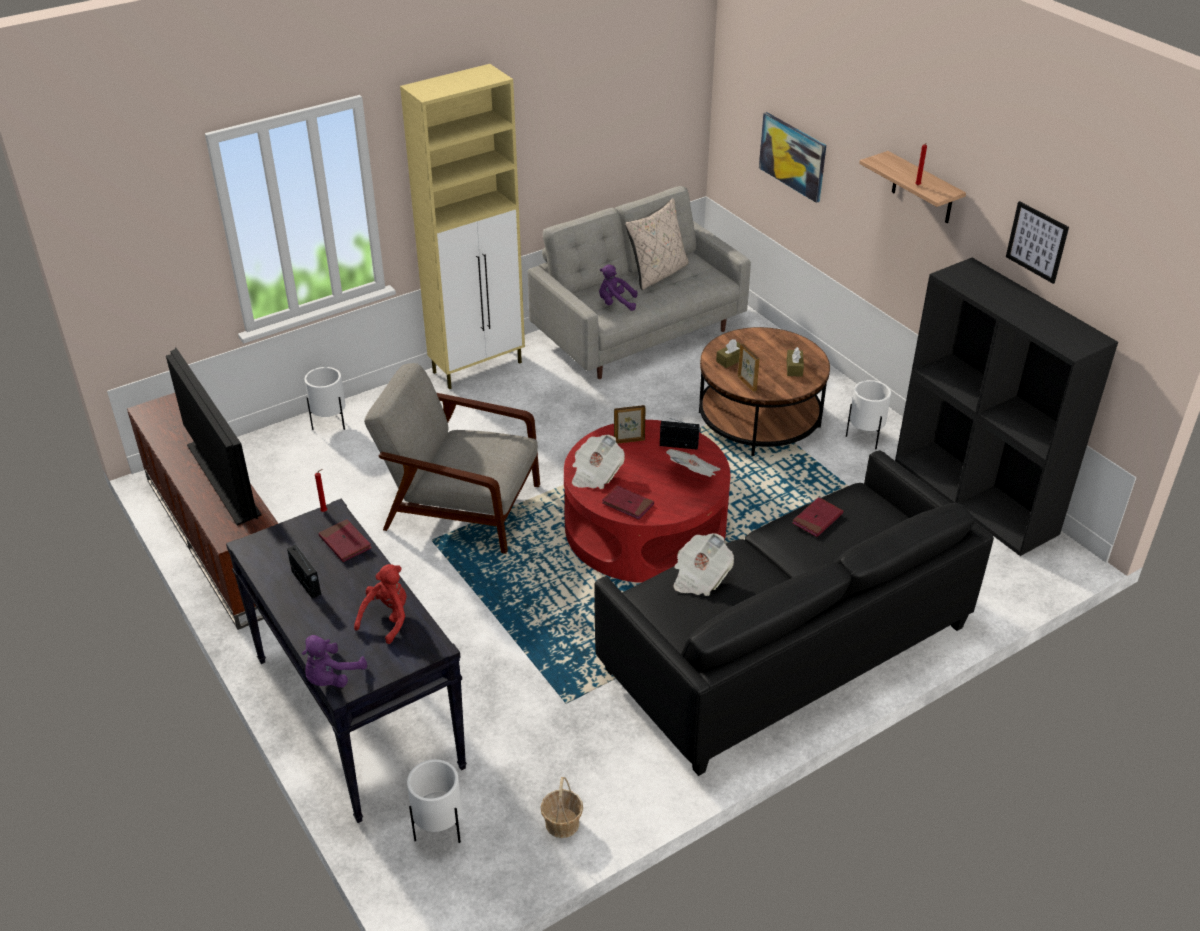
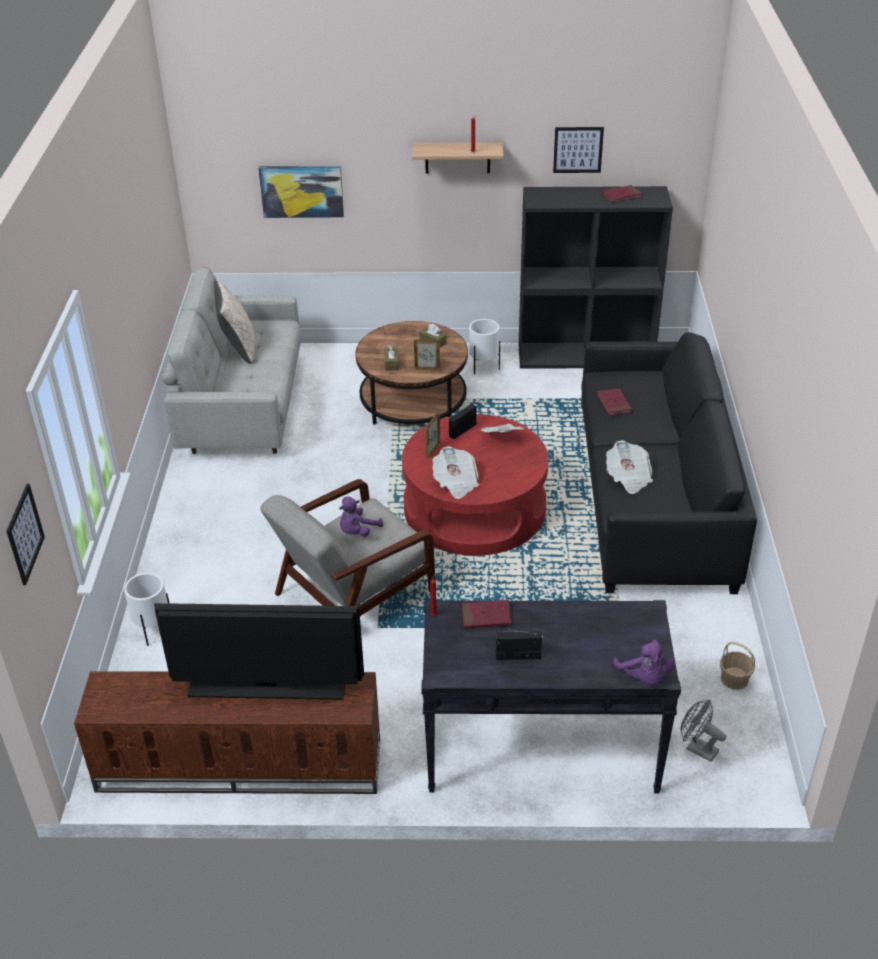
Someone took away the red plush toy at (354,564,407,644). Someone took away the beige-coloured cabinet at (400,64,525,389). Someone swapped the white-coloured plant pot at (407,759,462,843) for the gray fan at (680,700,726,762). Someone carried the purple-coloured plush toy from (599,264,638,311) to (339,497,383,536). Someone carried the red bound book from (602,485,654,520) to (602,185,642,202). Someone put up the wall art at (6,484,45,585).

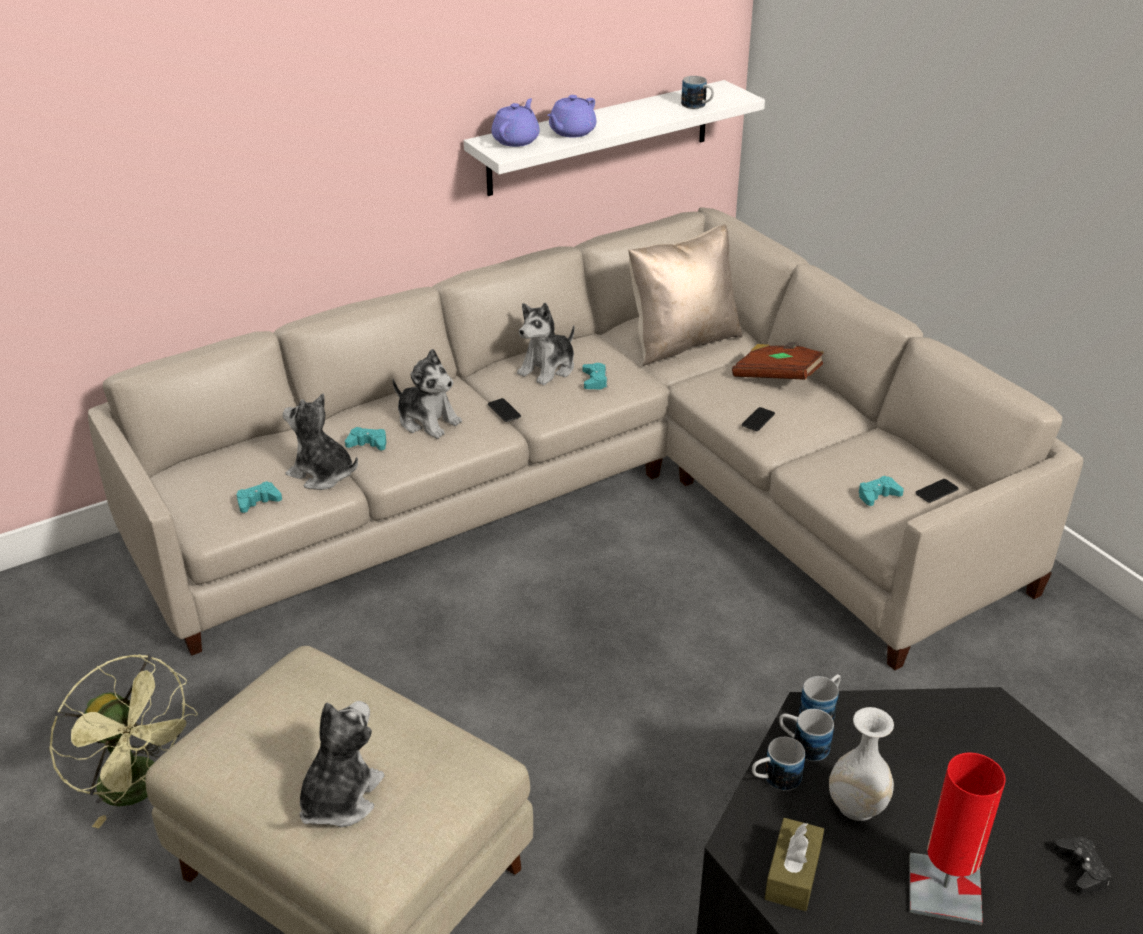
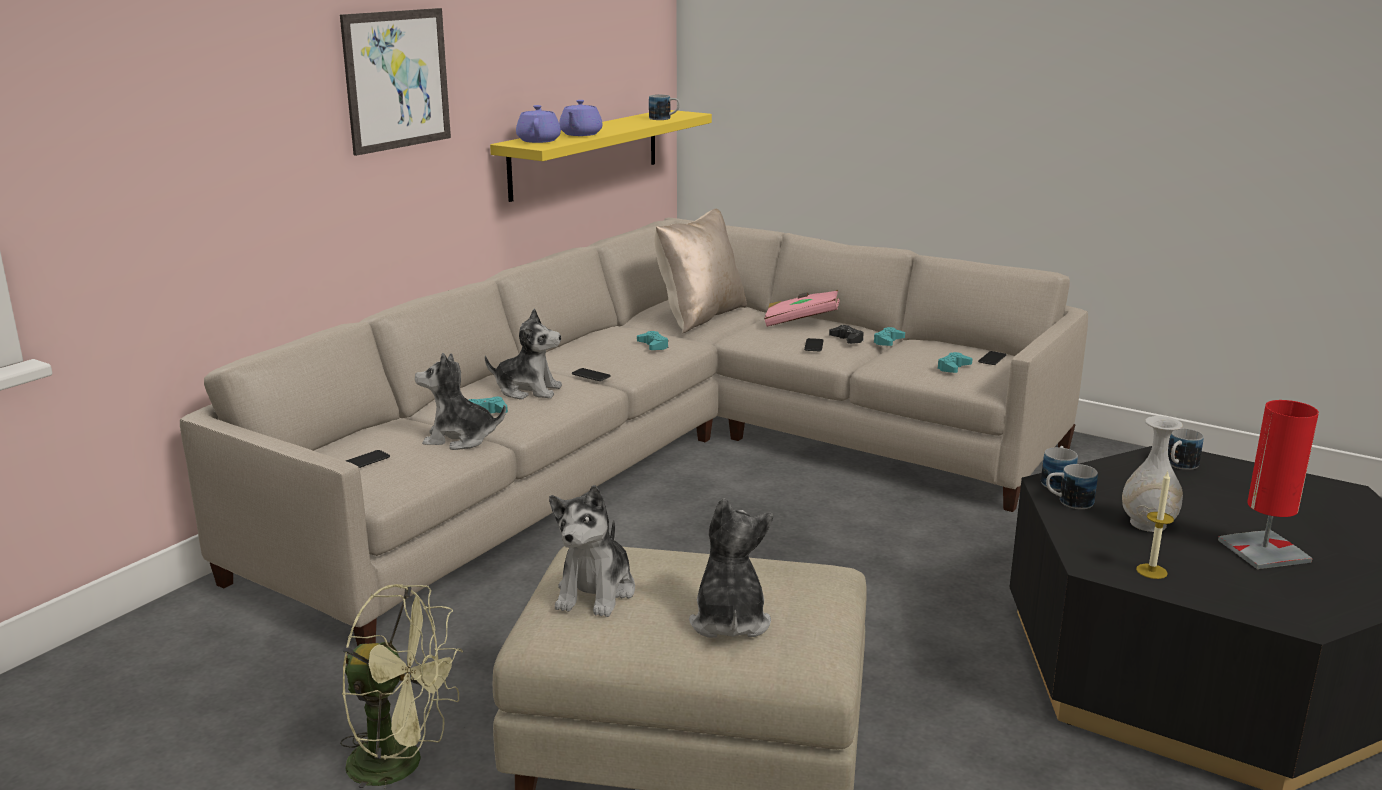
Someone carried the blue-green joypad from (237,481,282,513) to (873,327,905,346). Someone repainted the white-coloured wall shelf at (464,80,765,196), which became the yellow-coloured wall shelf at (490,110,712,202). Someone carried the plush toy from (517,303,575,385) to (549,485,635,617). Someone repainted the brownish bound book at (732,342,824,380), which became the pinkish bound book at (764,290,840,327). Someone carried the mug from (752,737,805,791) to (1168,428,1204,470). Someone swapped the brownish box of tissues at (764,818,824,911) for the wax light at (1136,472,1174,579). Someone carried the blackish joypad from (1054,837,1111,894) to (829,325,864,344). Someone put up the wall art at (340,8,451,156). Someone put down the phone at (346,450,390,468).

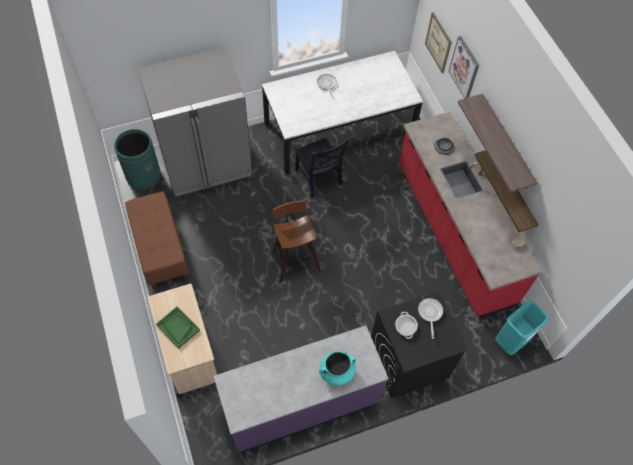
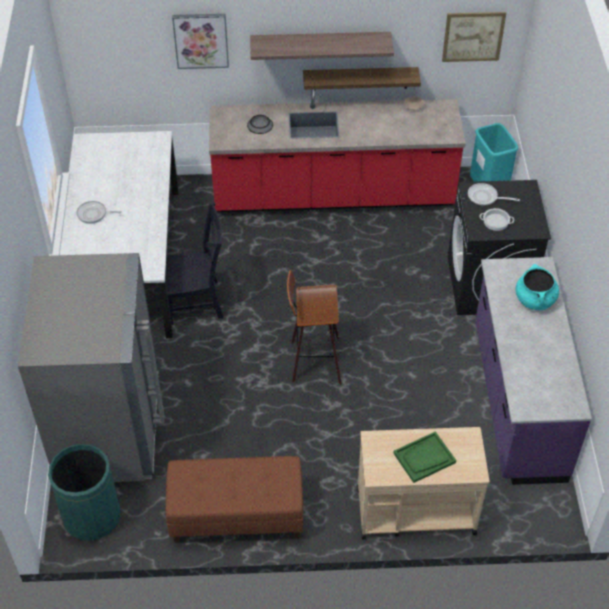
Someone carried the wall art from (425,12,452,74) to (442,12,506,62).

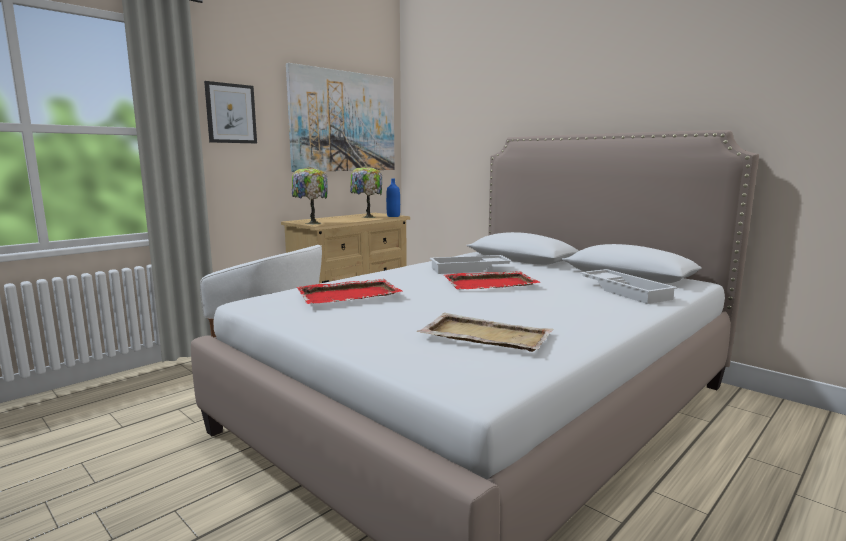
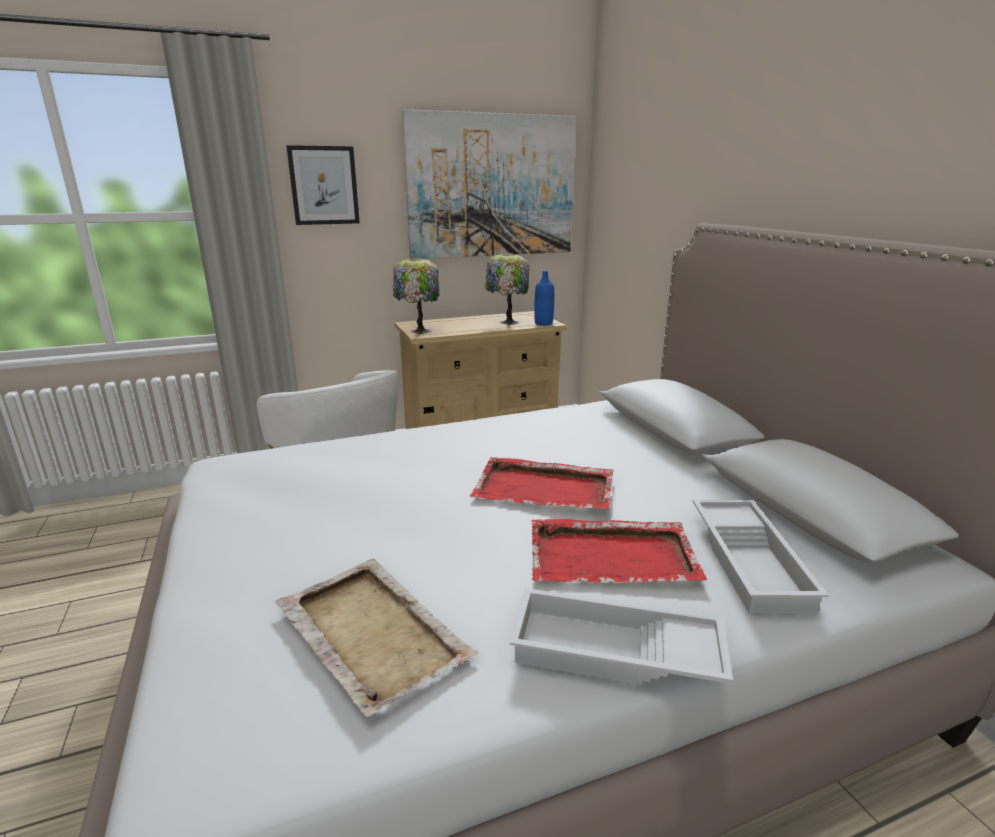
Someone carried the red carrying tray from (297,279,402,304) to (531,519,707,583). Someone carried the white-coloured carrying tray from (430,255,512,274) to (510,588,733,685).

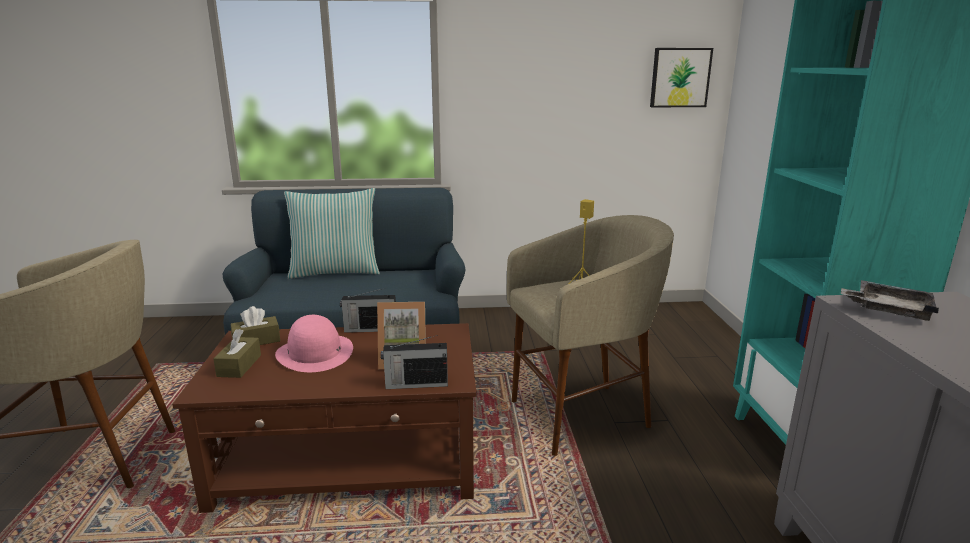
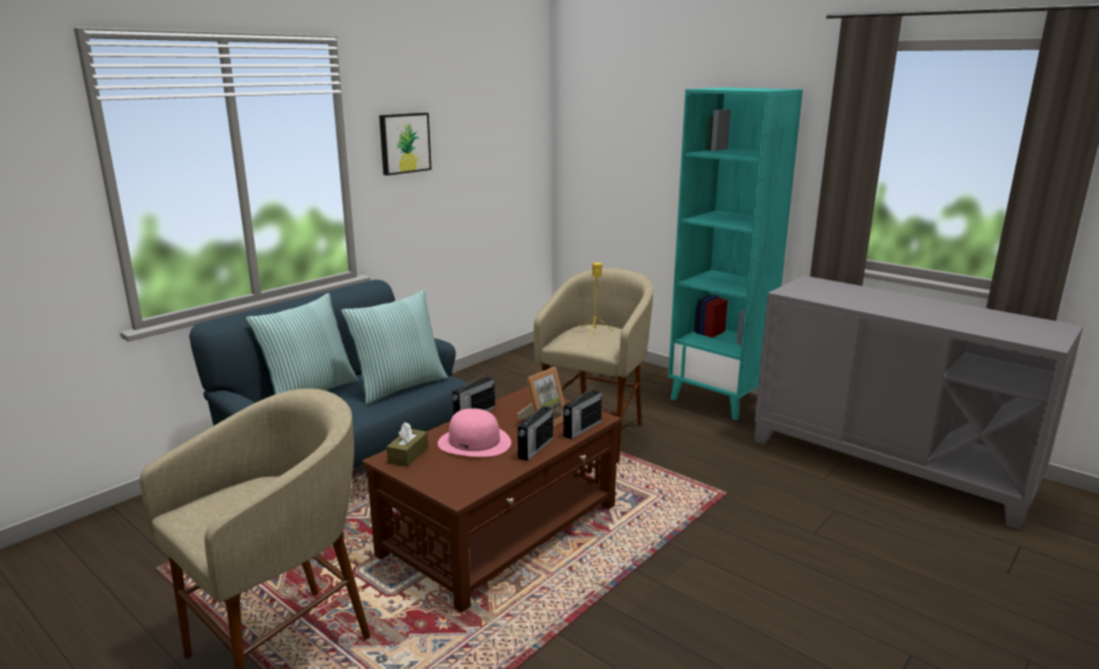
Someone took away the brownish box of tissues at (213,329,261,378). Someone carried the wall art from (650,48,713,107) to (379,113,432,175). Someone took away the gray carrying tray at (841,280,939,321). Someone put down the throw pillow at (341,290,448,404). Someone put down the radio receiver at (518,400,553,461).

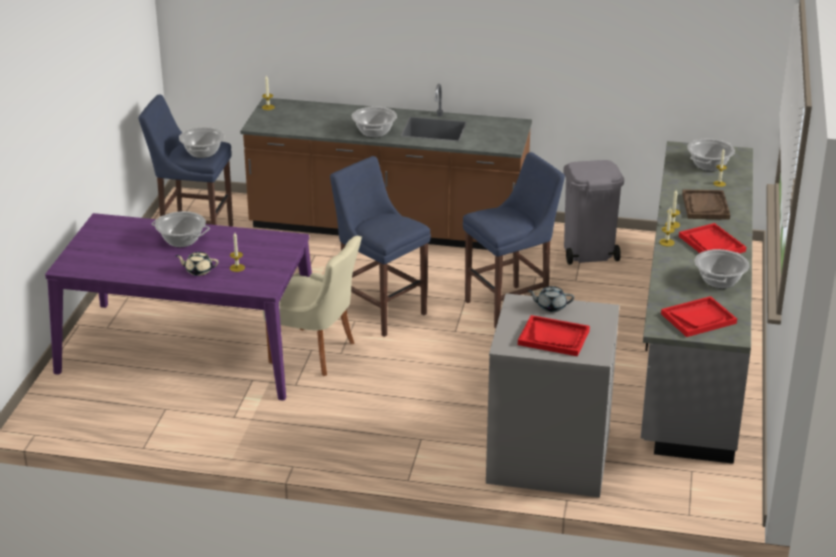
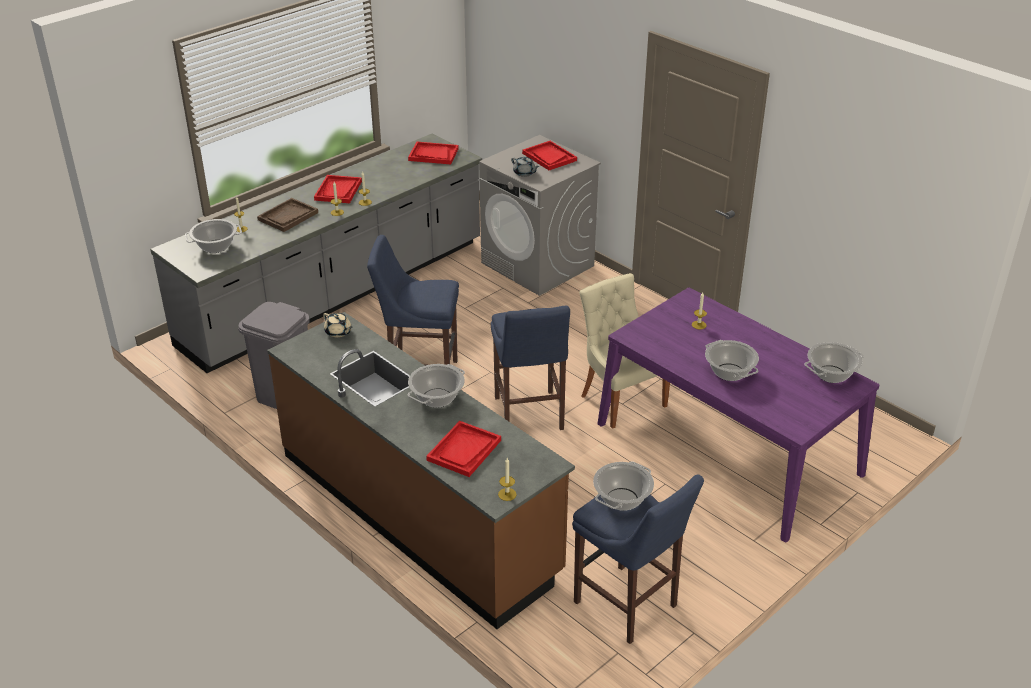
Someone carried the beige-coloured tea pot from (175,252,218,276) to (323,313,353,338). Someone carried the saucepot from (695,249,749,288) to (804,342,864,383). Someone put down the red carrying tray at (426,421,501,477).

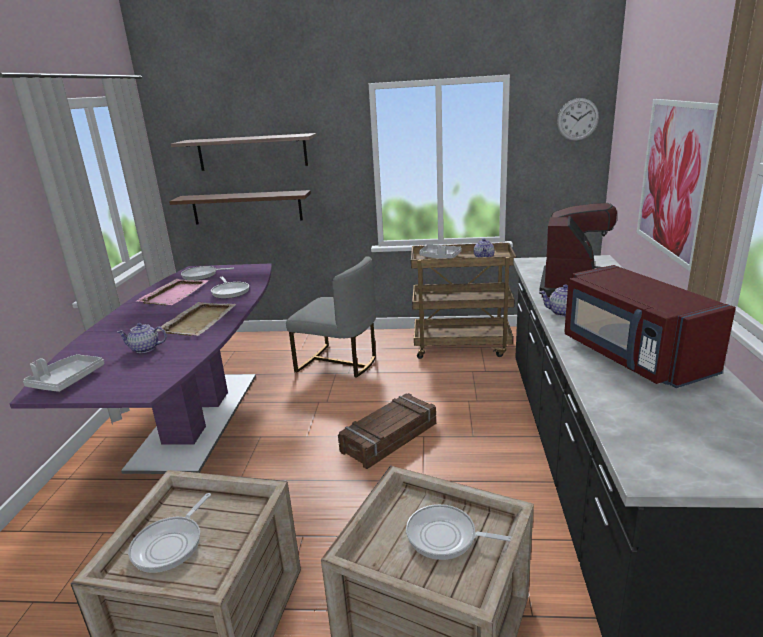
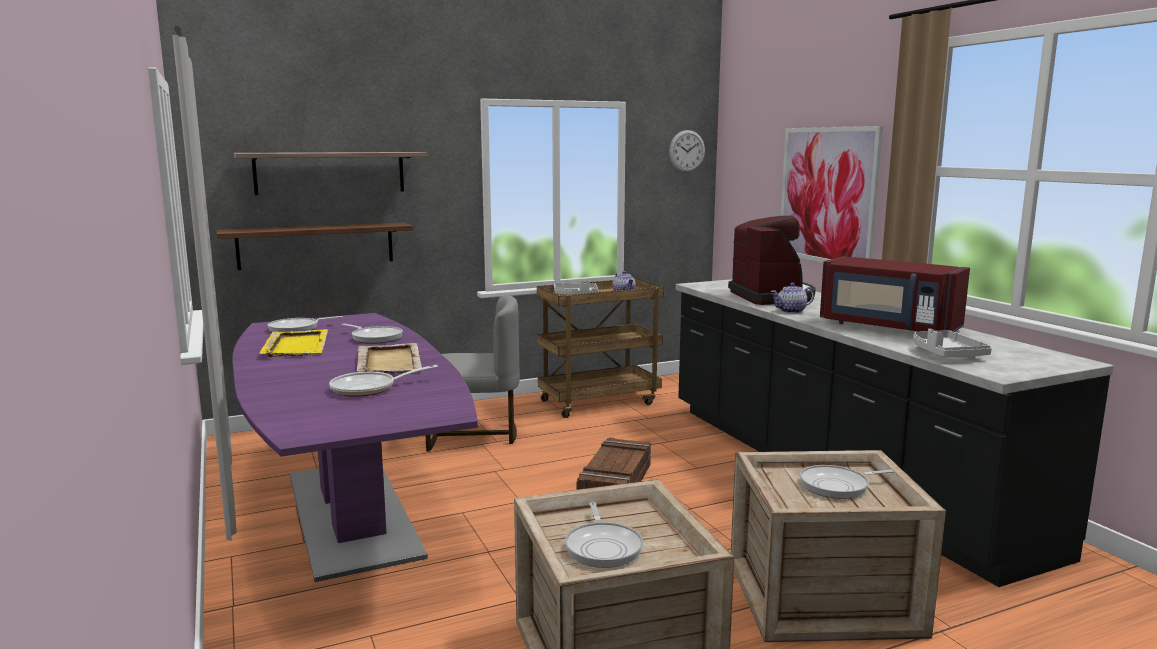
Someone carried the gray carrying tray from (23,354,105,392) to (913,329,992,357). Someone swapped the tea pot at (117,323,167,353) for the skillet at (329,365,438,397). Someone repainted the pinkish carrying tray at (136,279,209,306), which became the yellow-coloured carrying tray at (259,329,328,357).

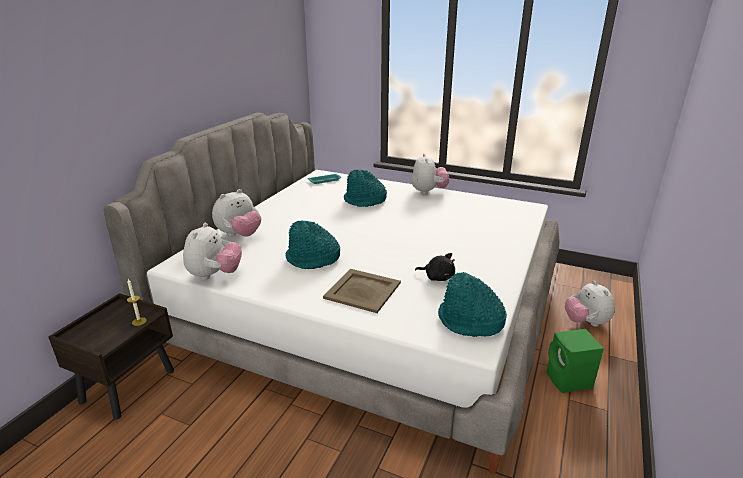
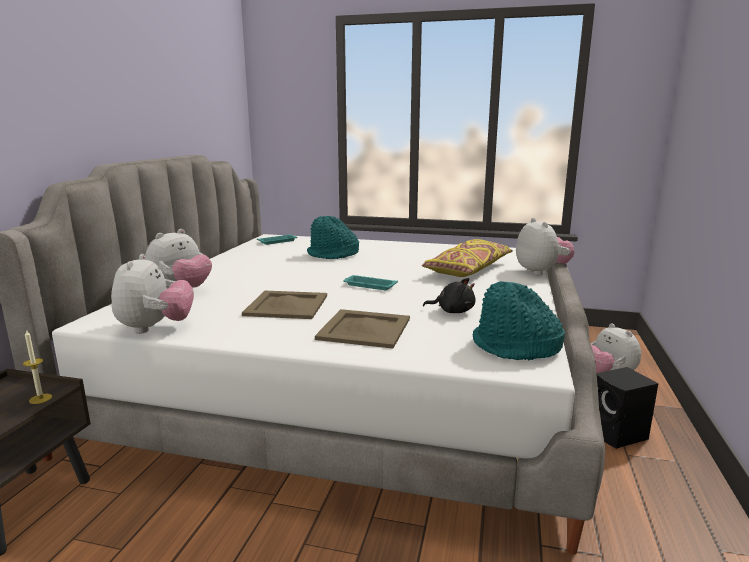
Someone swapped the blue-green wearable hat at (285,220,340,269) for the beige-coloured carrying tray at (242,291,327,319). Someone carried the plush toy from (412,154,449,195) to (516,218,574,275). Someone repainted the green-coloured loudspeaker at (546,329,604,393), which became the blackish loudspeaker at (596,367,658,449). Someone put down the blue-green carrying tray at (343,275,398,290). Someone put down the yellow-coloured throw pillow at (422,239,513,277).

